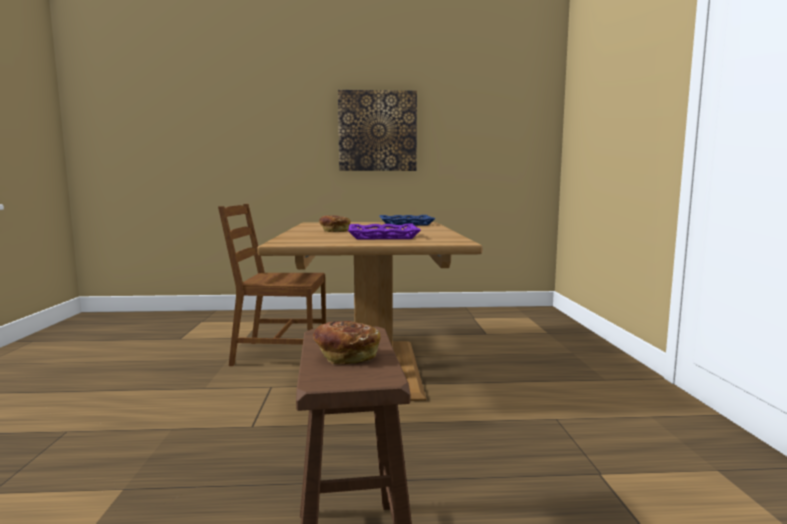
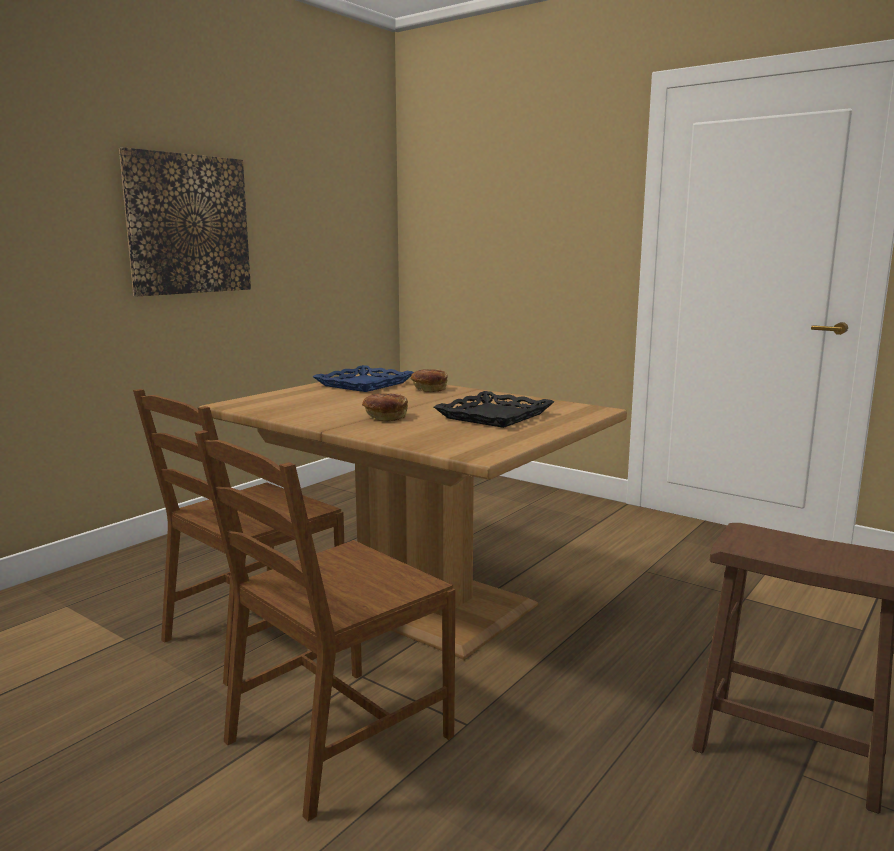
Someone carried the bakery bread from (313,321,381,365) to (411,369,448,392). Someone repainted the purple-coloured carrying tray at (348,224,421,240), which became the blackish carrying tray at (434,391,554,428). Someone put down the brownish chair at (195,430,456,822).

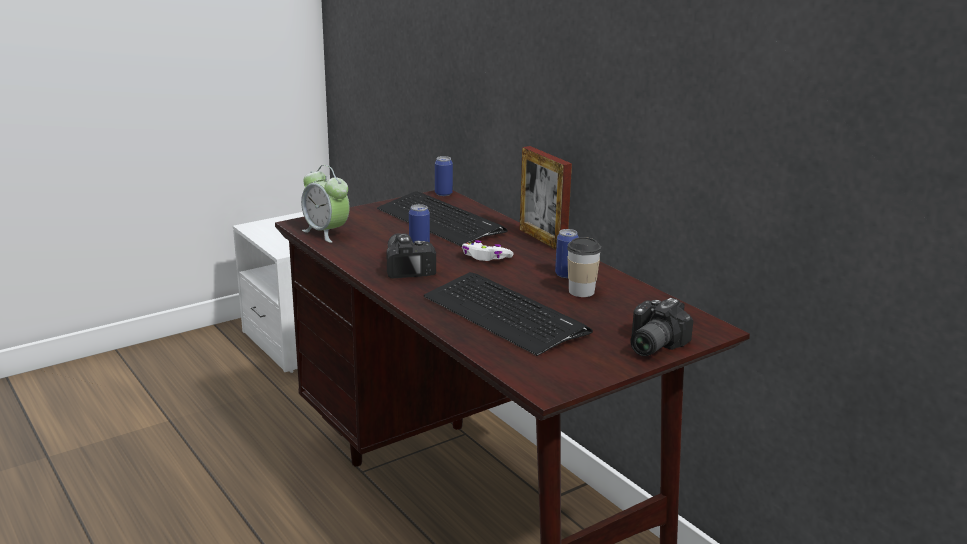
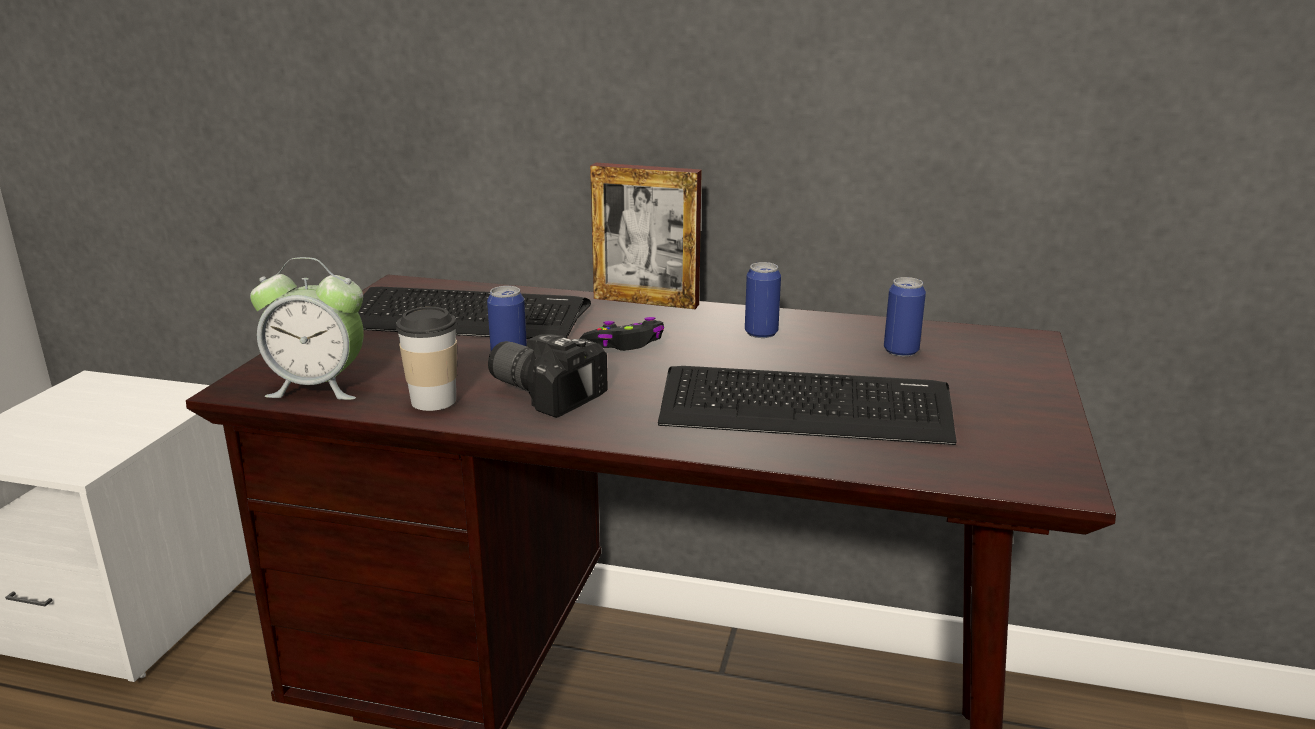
Someone carried the sealed can from (435,156,453,196) to (884,277,926,357). Someone repainted the white-coloured joypad at (462,240,514,261), which became the blackish joypad at (579,317,664,351). Someone carried the drinking cup from (567,237,601,297) to (396,307,457,411). Someone took away the photo camera at (630,298,693,356).

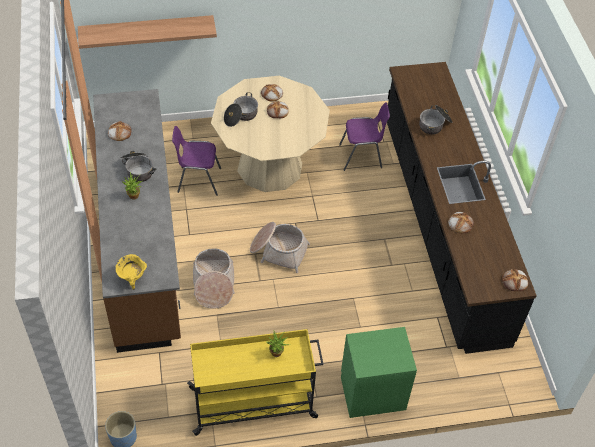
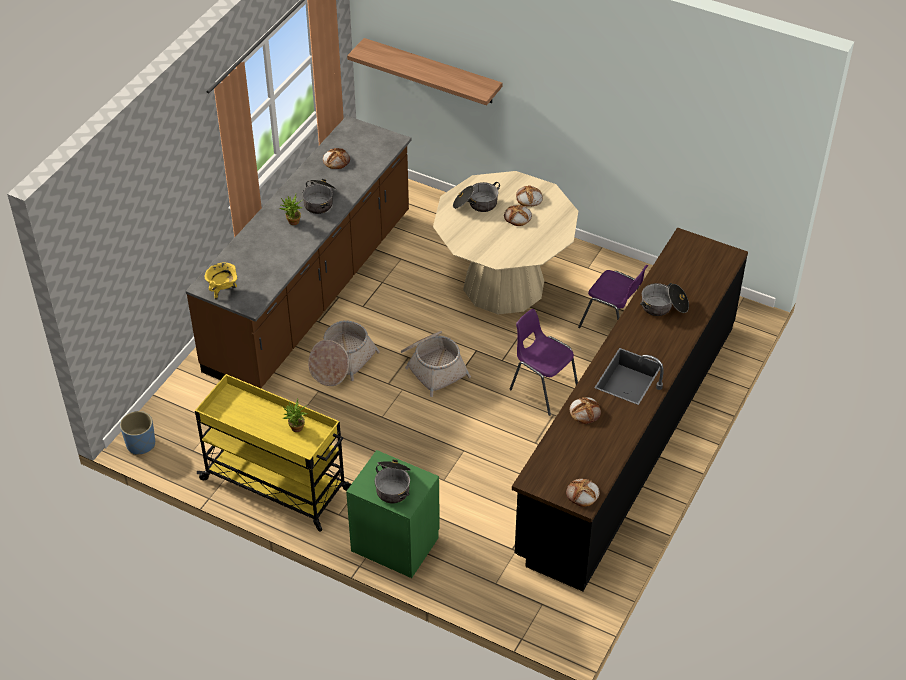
Someone carried the purple-coloured chair from (172,126,221,196) to (509,309,578,416). Someone put down the saucepot at (375,459,411,503).

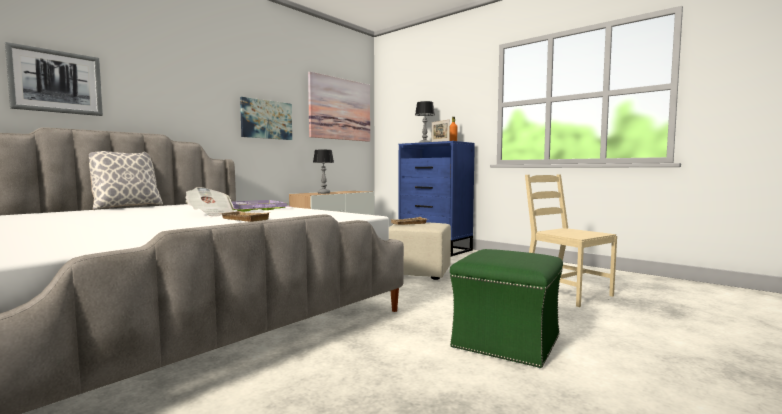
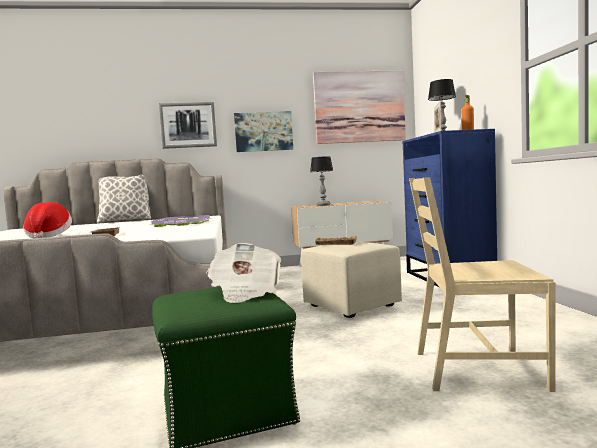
Someone carried the wall art from (5,42,103,116) to (159,102,217,149). Someone carried the printed paper from (186,187,234,217) to (206,243,281,303). Someone rotated the beige-coloured chair at (525,174,617,307) by 90 degrees counterclockwise. Someone put down the wearable hat at (23,202,72,238).

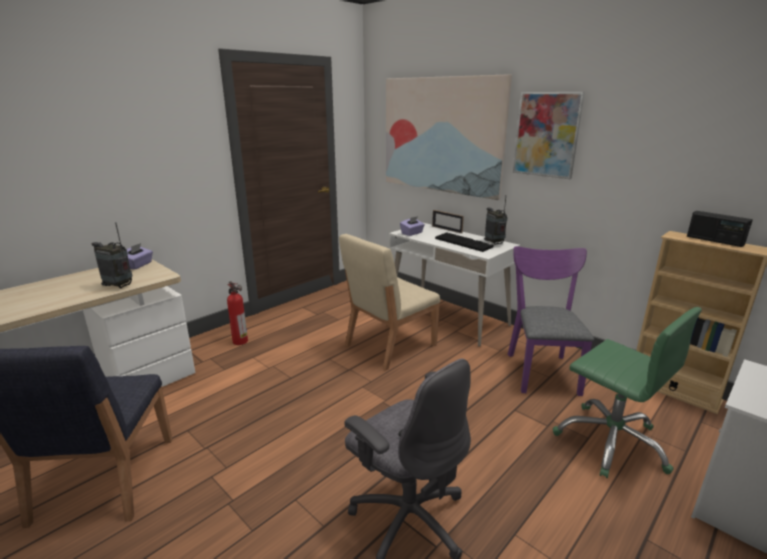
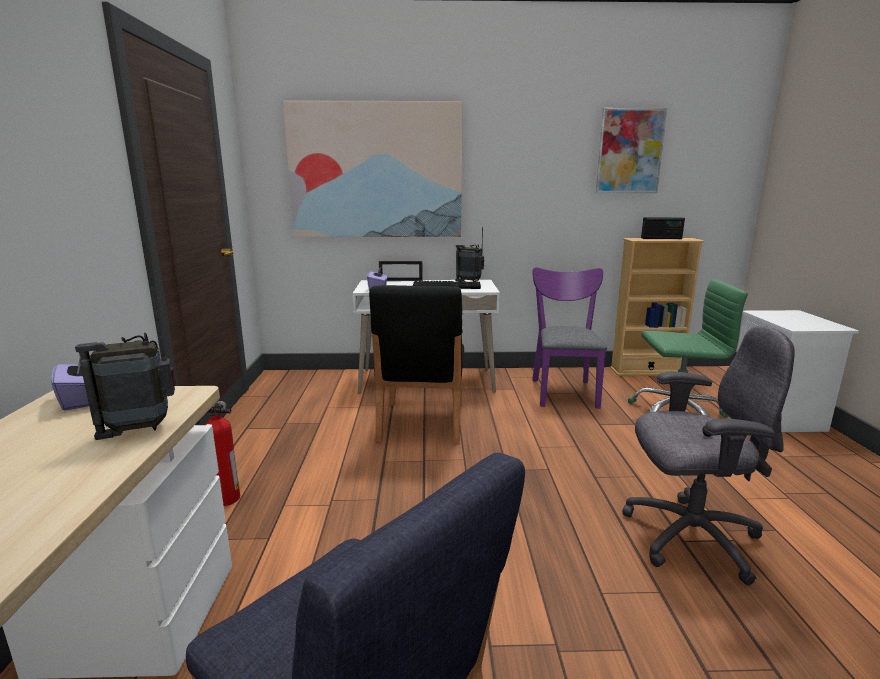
Someone repainted the beige-coloured chair at (339,234,440,371), which became the blackish chair at (369,285,464,445). Someone rotated the purple-coloured chair at (508,246,594,396) by 45 degrees clockwise. Someone carried the wall art from (513,92,585,179) to (596,108,667,193).

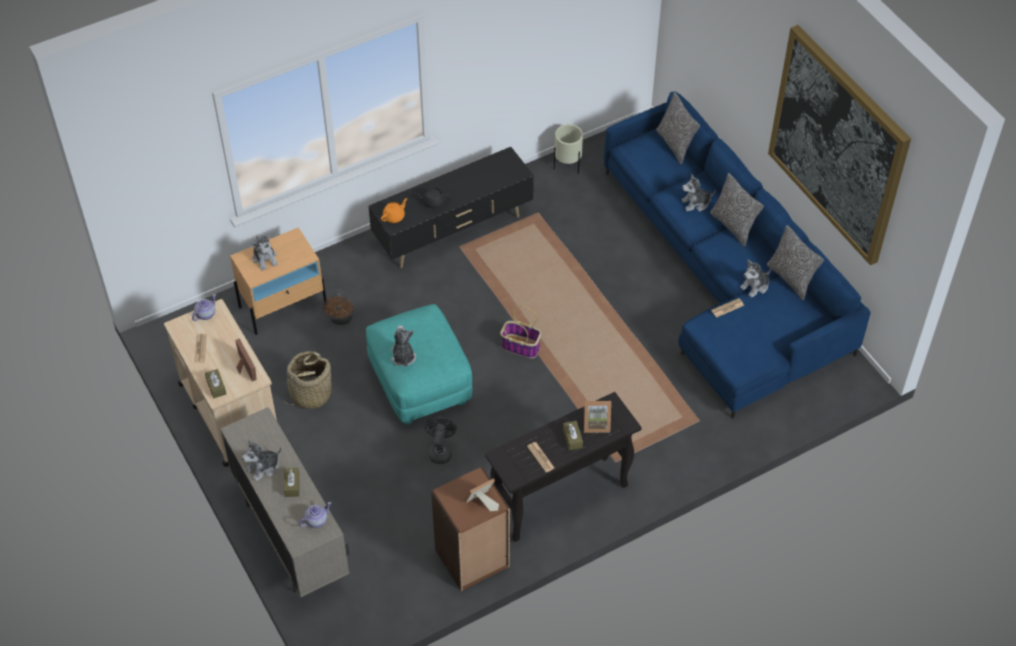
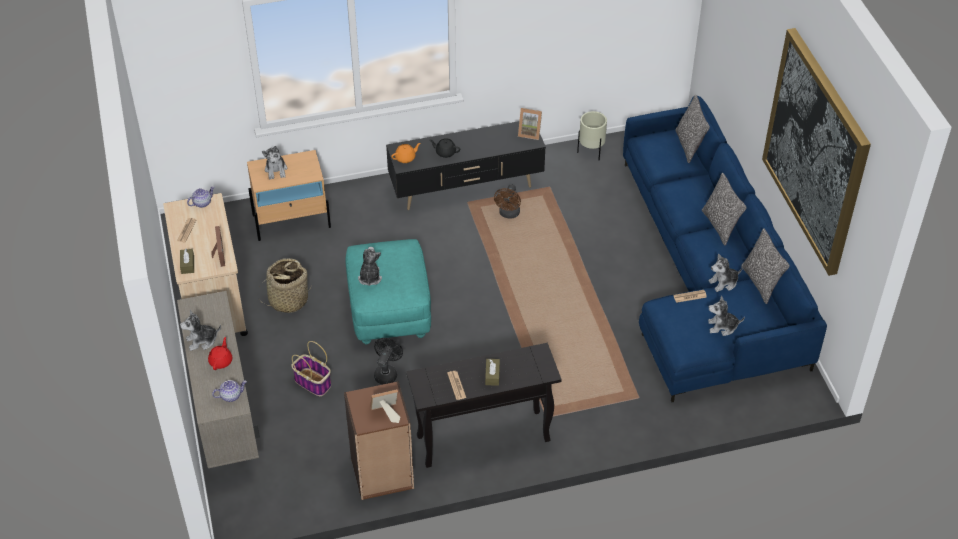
Someone swapped the brownish box of tissues at (284,468,300,497) for the red tea pot at (208,337,232,370). Someone carried the brownish fan from (323,289,353,325) to (494,185,521,219). Someone carried the basket from (500,306,541,358) to (291,341,331,396). Someone carried the standing frame from (584,401,611,433) to (518,108,542,140). Someone carried the plush toy from (681,174,716,212) to (708,295,745,336).

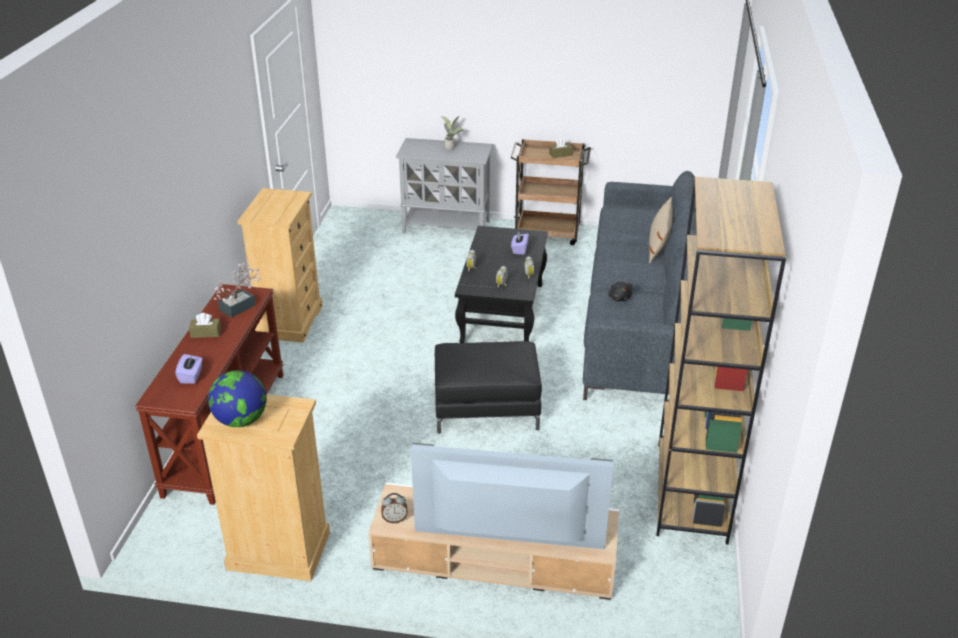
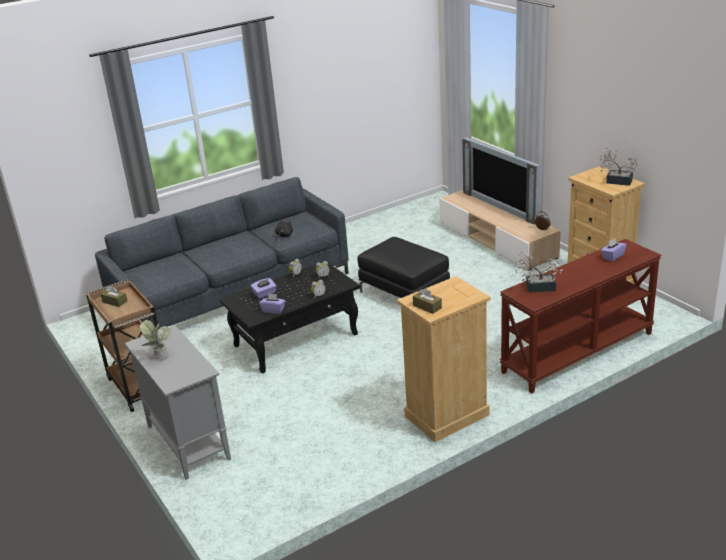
Someone carried the brownish box of tissues from (189,313,221,338) to (413,288,442,314). Someone swapped the world globe at (208,370,267,427) for the houseplant at (598,147,639,186). Someone took away the beige-coloured throw pillow at (649,197,673,263). Someone took away the brownish shelving unit at (656,177,786,545). Someone put down the purple-coloured box of tissues at (259,293,285,314).

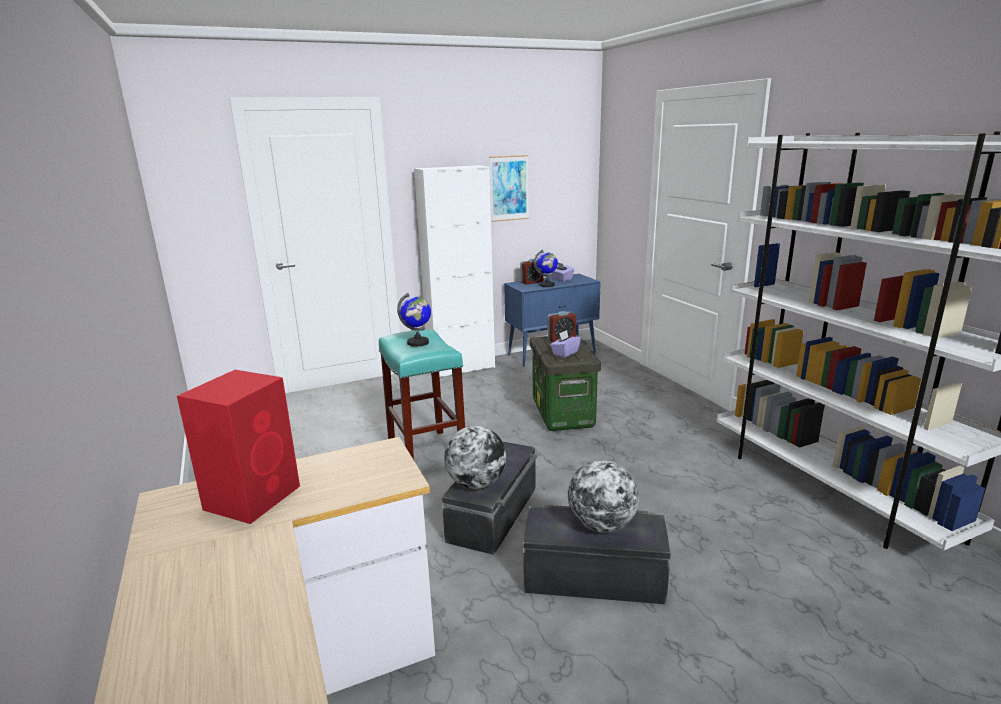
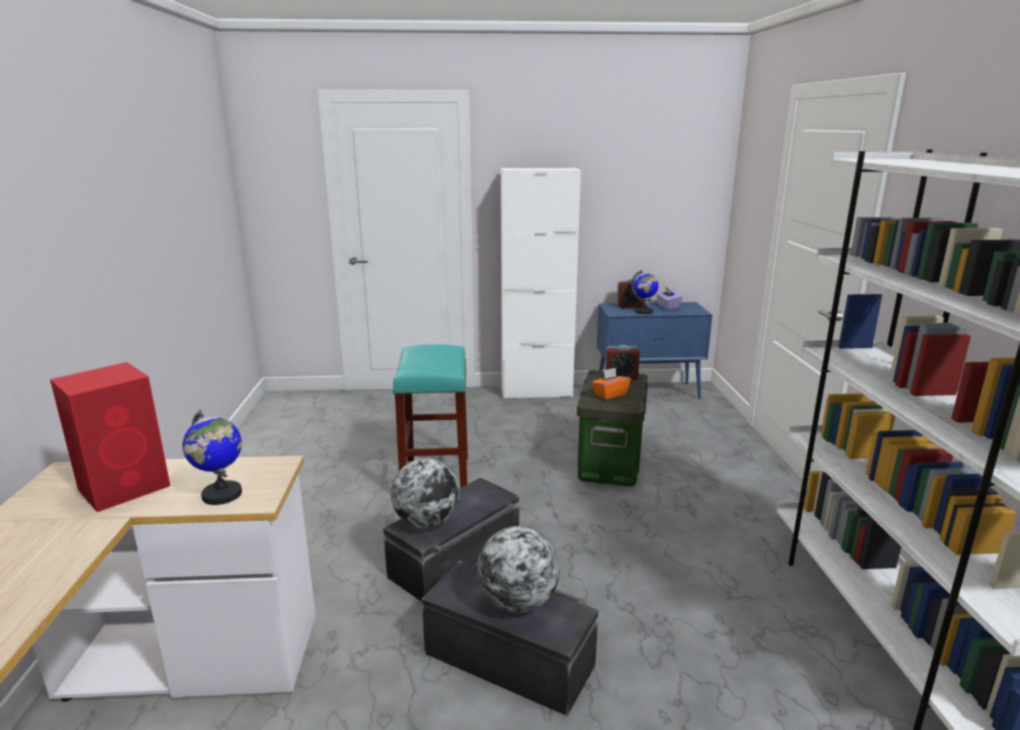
Someone carried the world globe from (397,293,431,347) to (183,410,242,505). Someone took away the wall art at (490,155,529,222). Someone repainted the purple-coloured box of tissues at (550,330,581,358), which became the orangey box of tissues at (592,368,631,400).

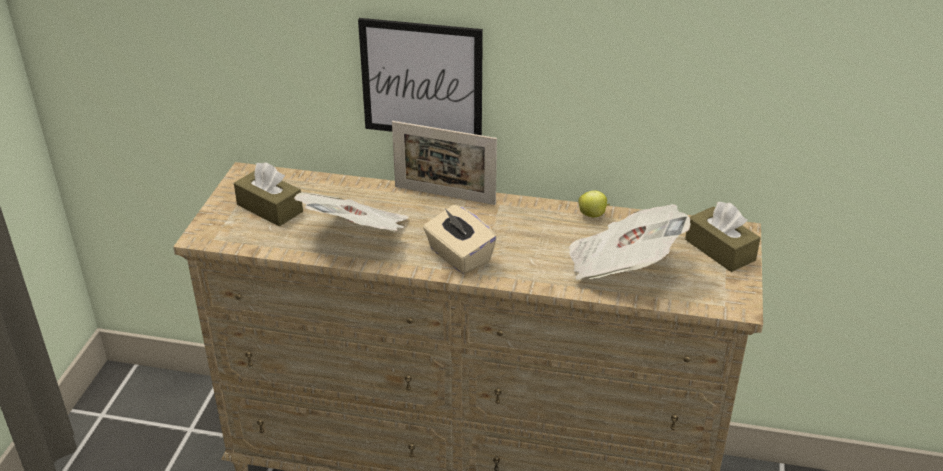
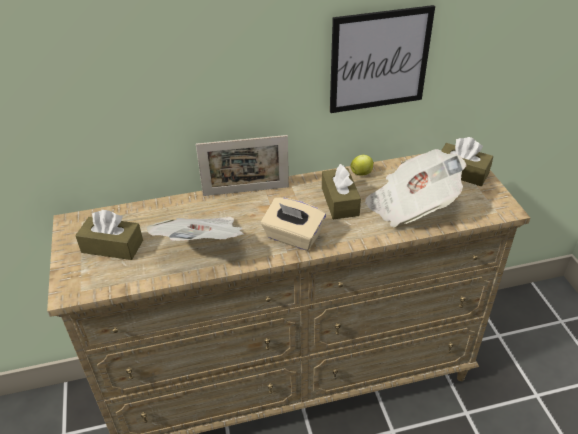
Someone carried the wall art from (358,18,483,135) to (330,5,435,113). Someone put down the brownish box of tissues at (322,164,361,219).

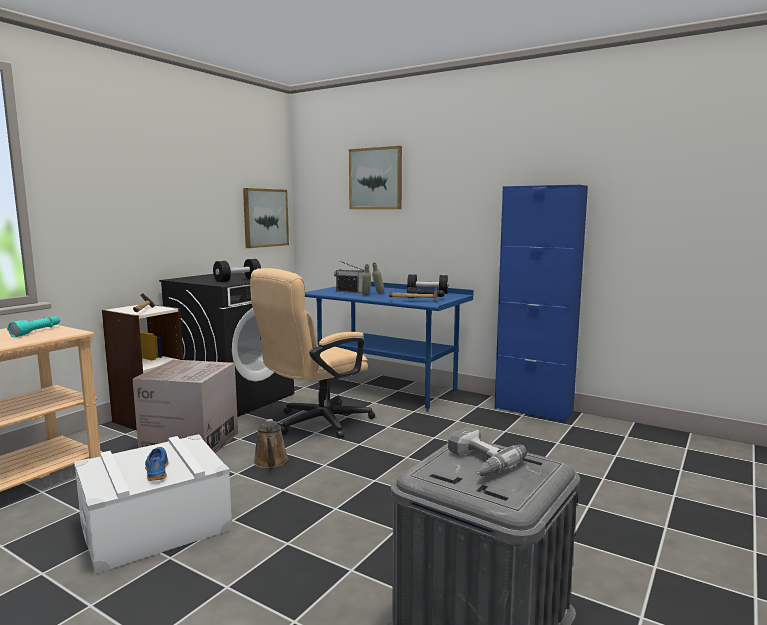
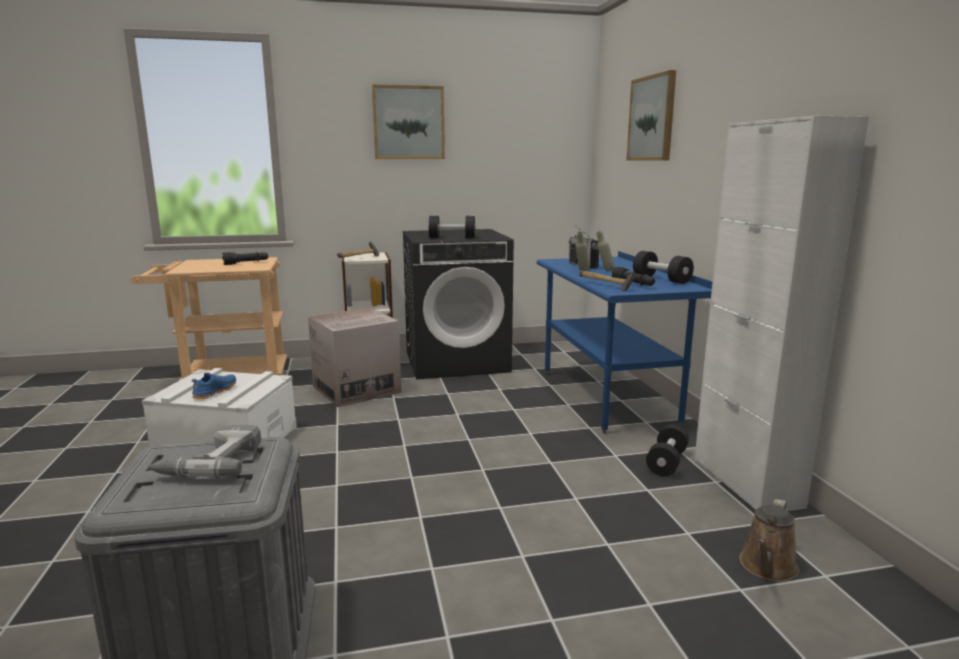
Someone repainted the blue-green flashlight at (7,316,60,337), which became the blackish flashlight at (222,252,268,265). Someone carried the wall art from (243,188,289,248) to (372,84,445,159). Someone took away the beige-coloured computer chair at (250,268,375,438). Someone carried the brownish watering can from (253,419,289,468) to (739,499,799,582). Someone repainted the blue-coloured cabinet at (495,185,588,423), which became the white-coloured cabinet at (694,116,869,511). Someone put down the blackish dumbbell at (646,424,689,476).

